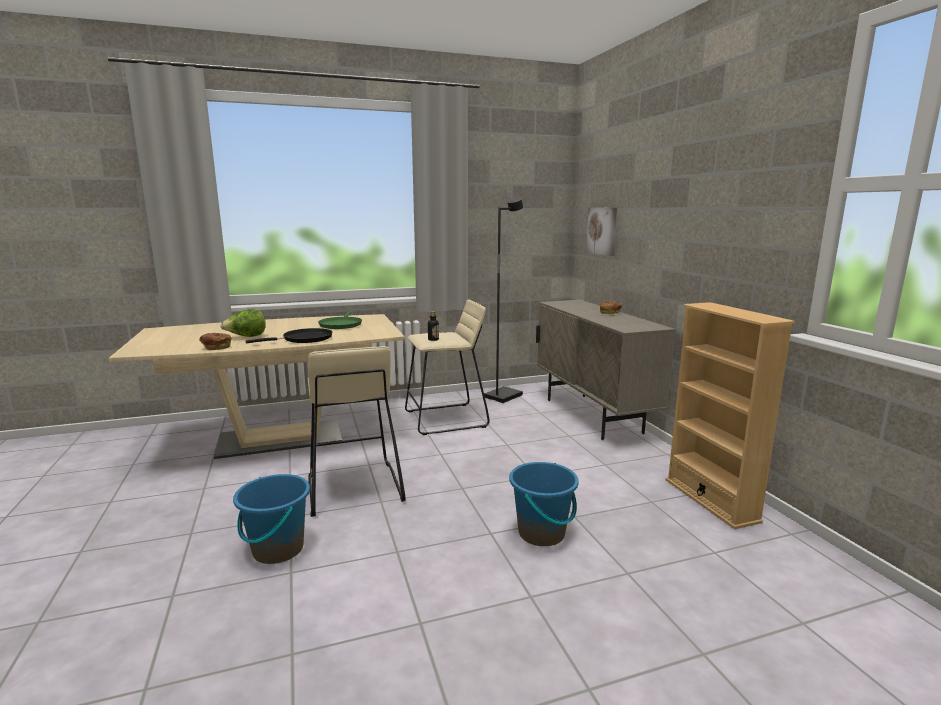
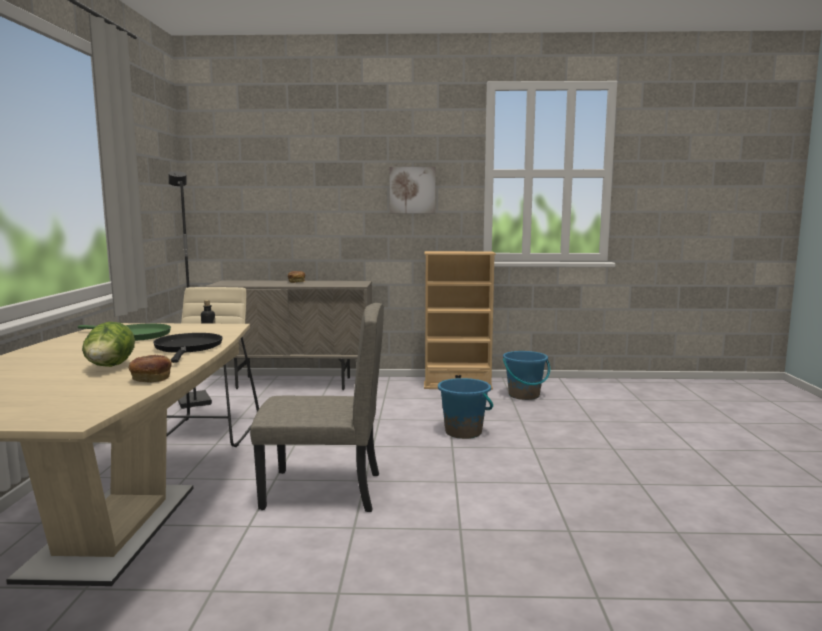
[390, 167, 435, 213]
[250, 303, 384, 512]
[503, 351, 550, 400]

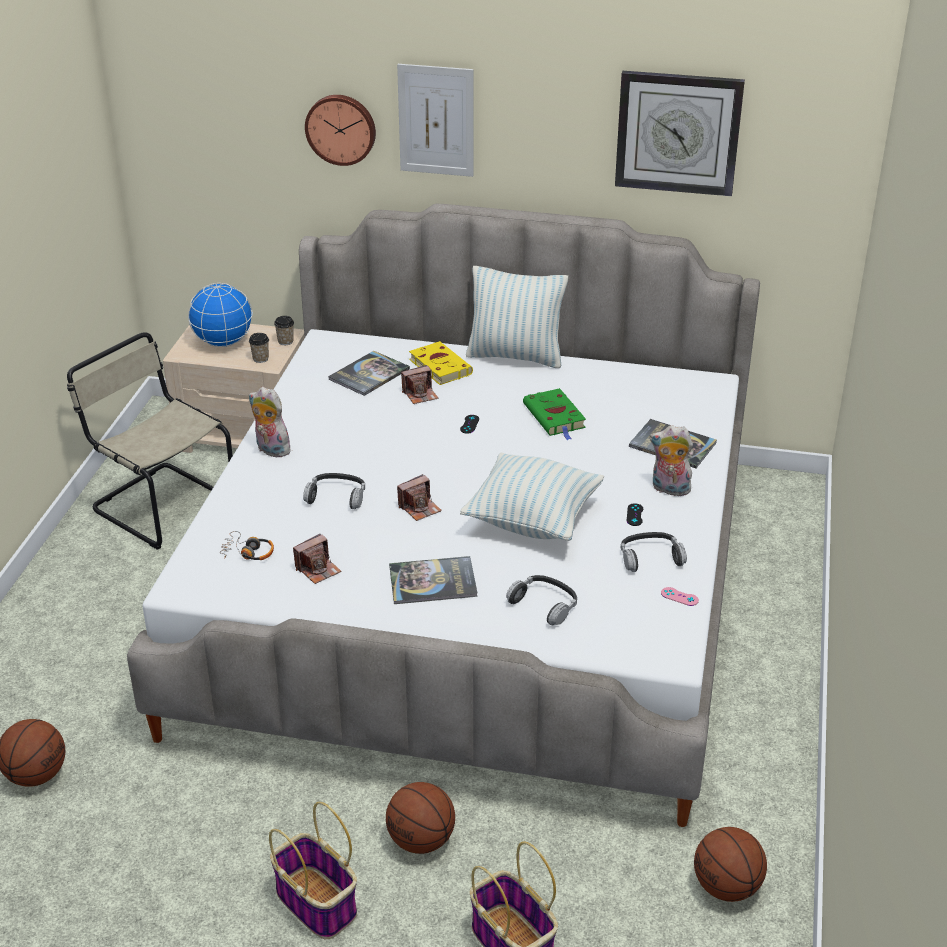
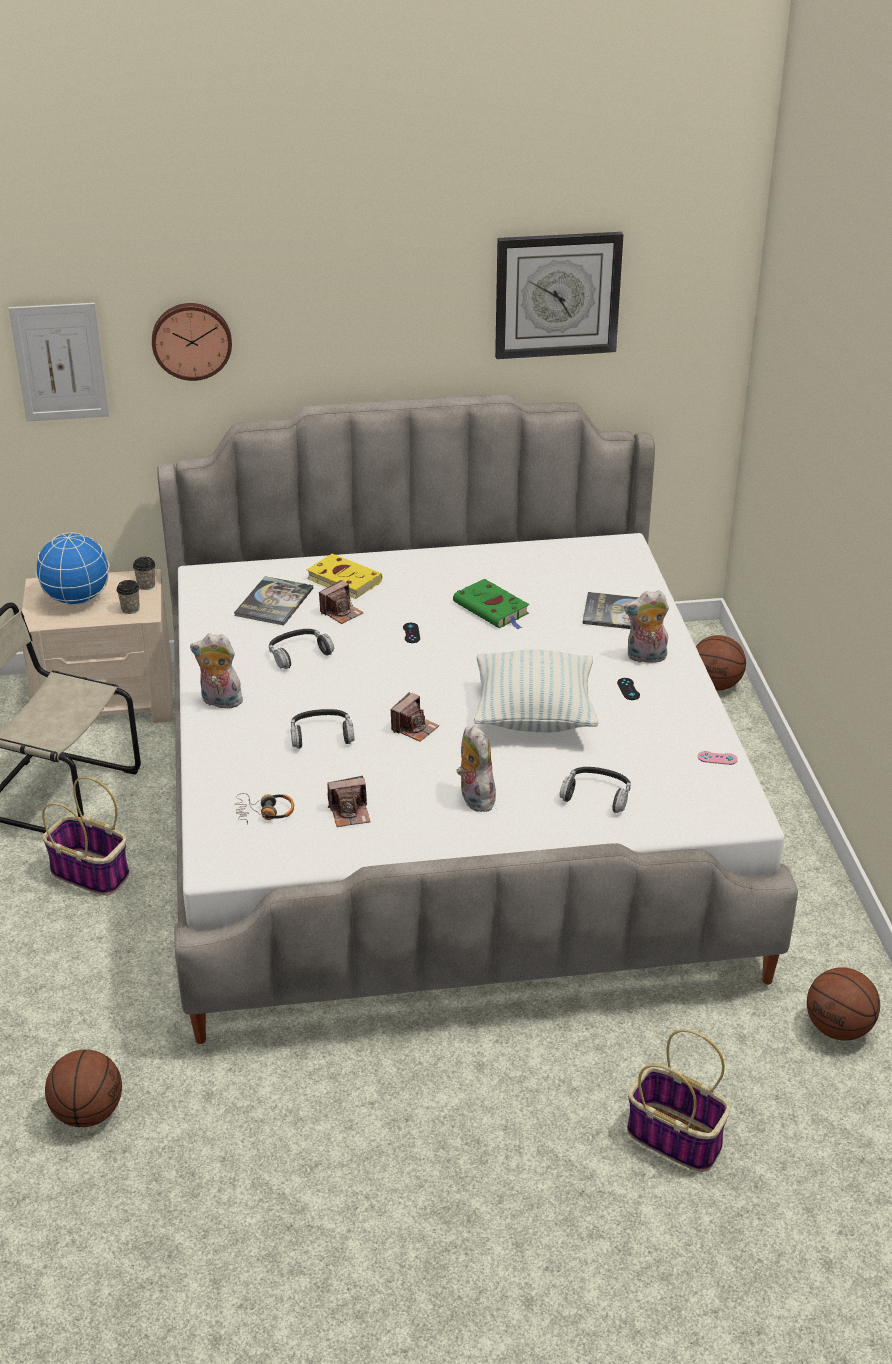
[8, 303, 109, 421]
[466, 266, 568, 368] (first image)
[269, 629, 334, 669]
[327, 776, 371, 827]
[456, 725, 499, 812]
[696, 635, 746, 690]
[42, 776, 129, 895]

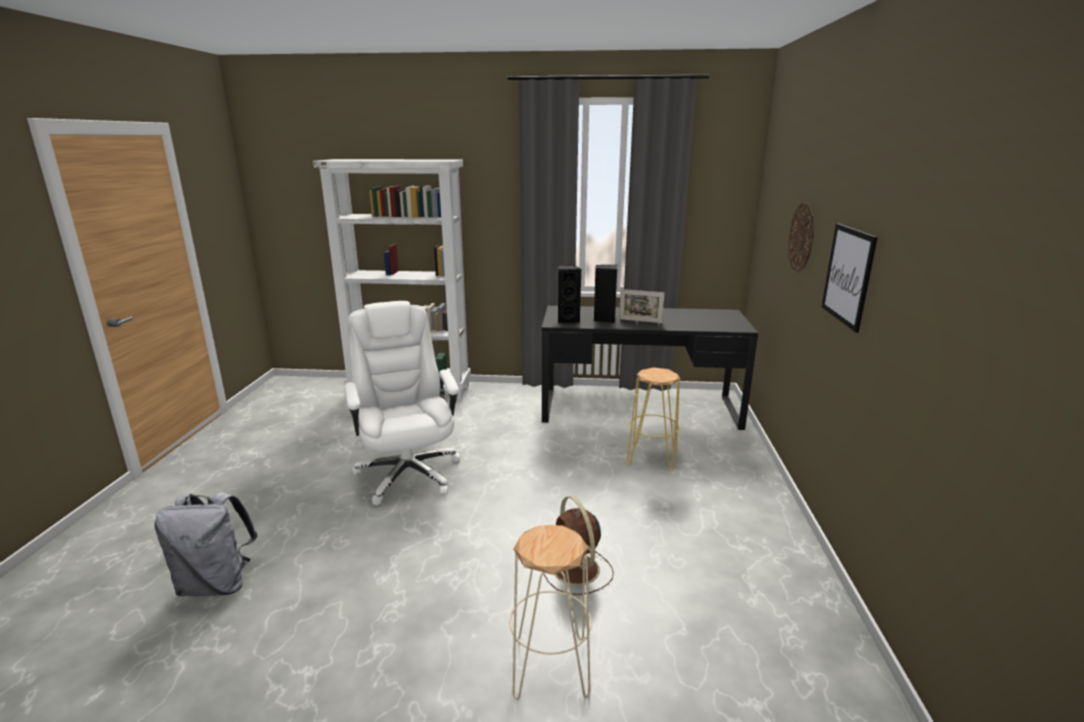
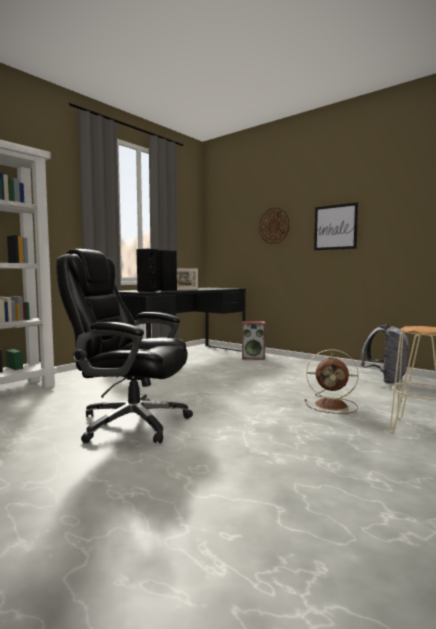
[56, 249, 193, 443]
[627, 367, 681, 472] (first image)
[361, 324, 409, 384]
[242, 321, 265, 360]

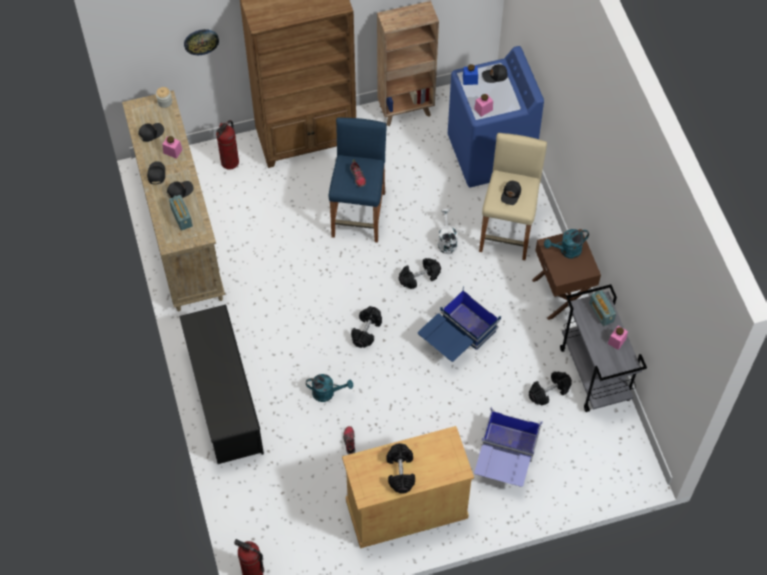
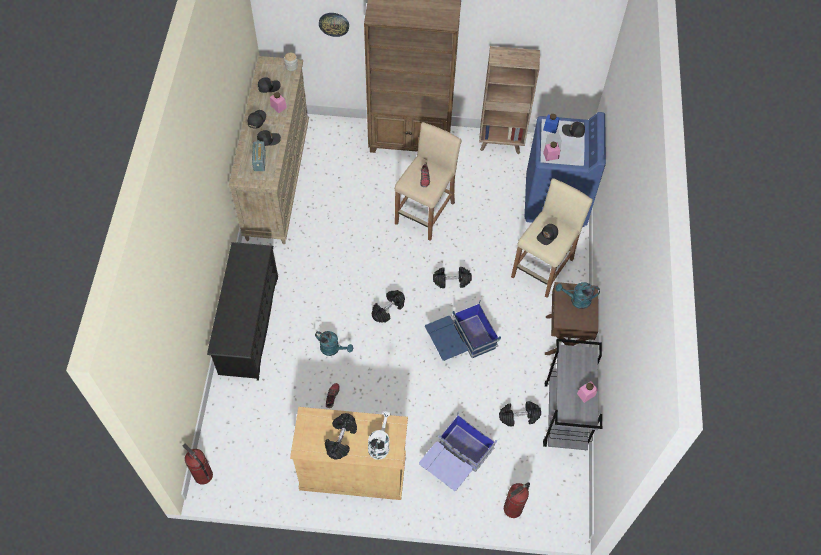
[395, 122, 461, 241]
[504, 482, 530, 518]
[368, 410, 391, 460]
[589, 290, 616, 326] (first image)

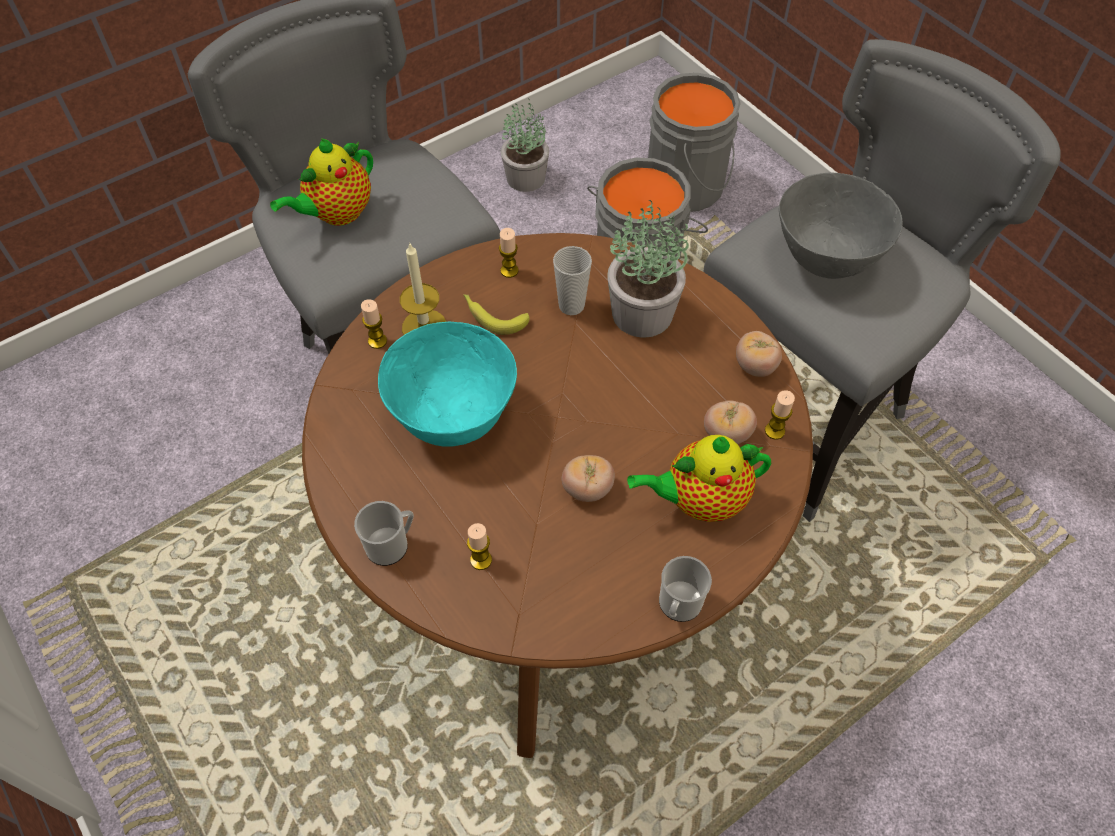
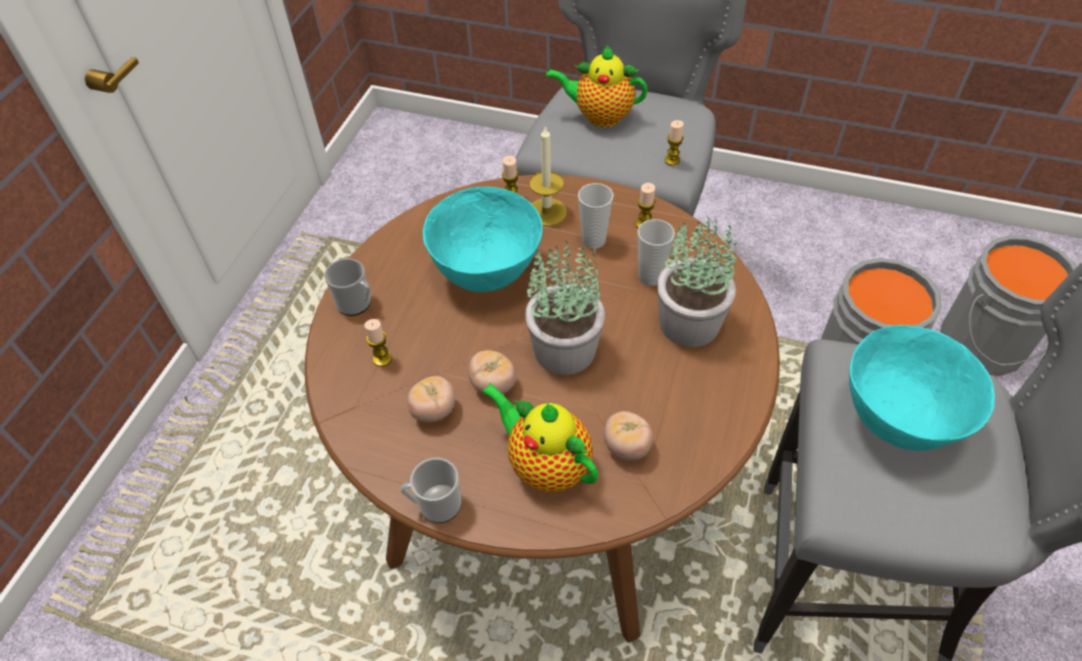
[525, 241, 605, 375]
[849, 325, 995, 451]
[578, 183, 614, 249]
[407, 376, 455, 422]
[665, 120, 684, 166]

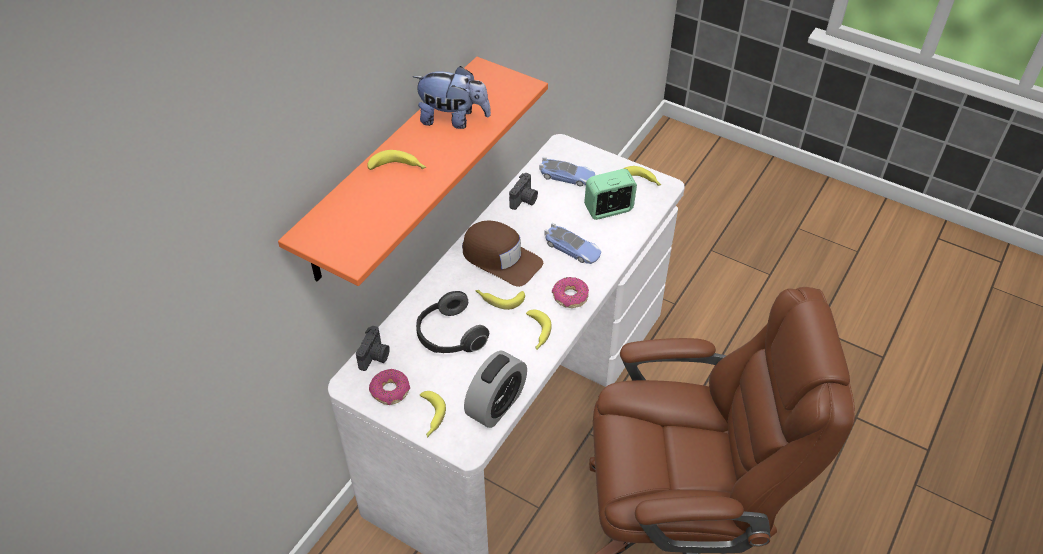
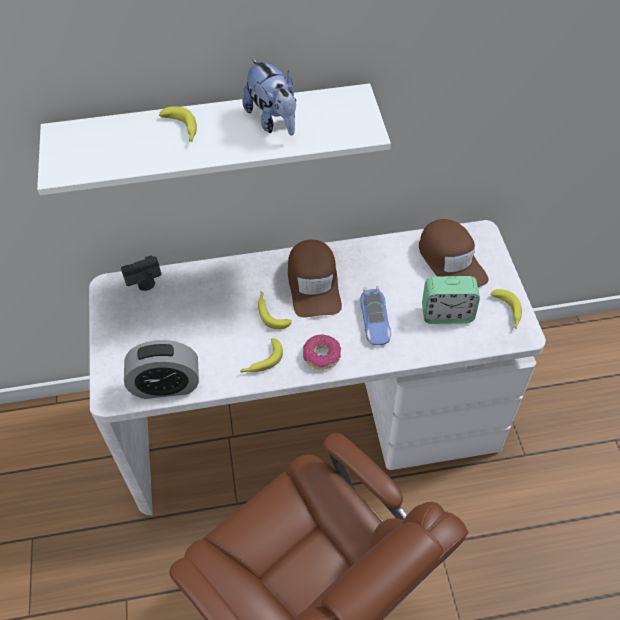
[37, 83, 391, 195]
[419, 219, 488, 287]
[422, 276, 480, 324]
[509, 173, 538, 210] (first image)
[416, 291, 489, 353] (first image)
[369, 369, 410, 405] (first image)
[420, 391, 446, 437] (first image)

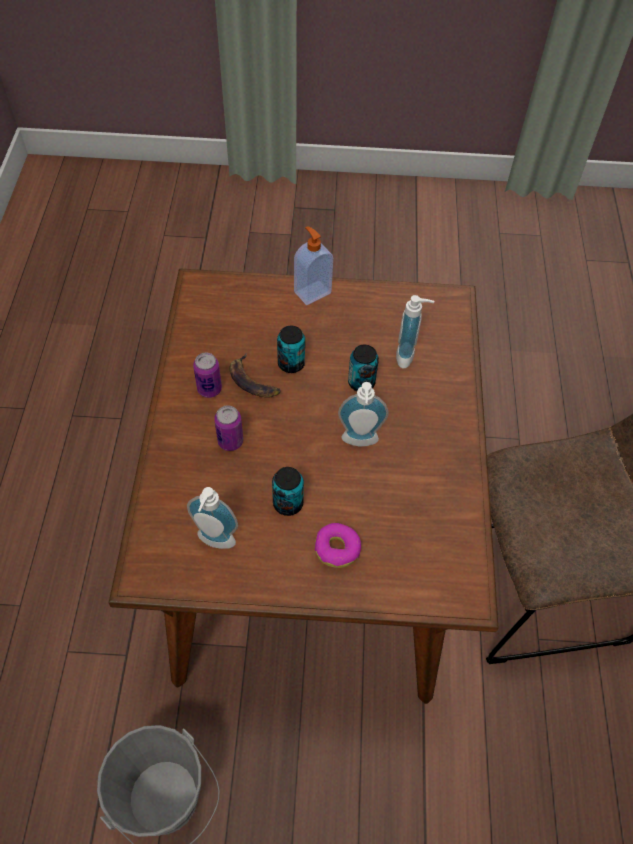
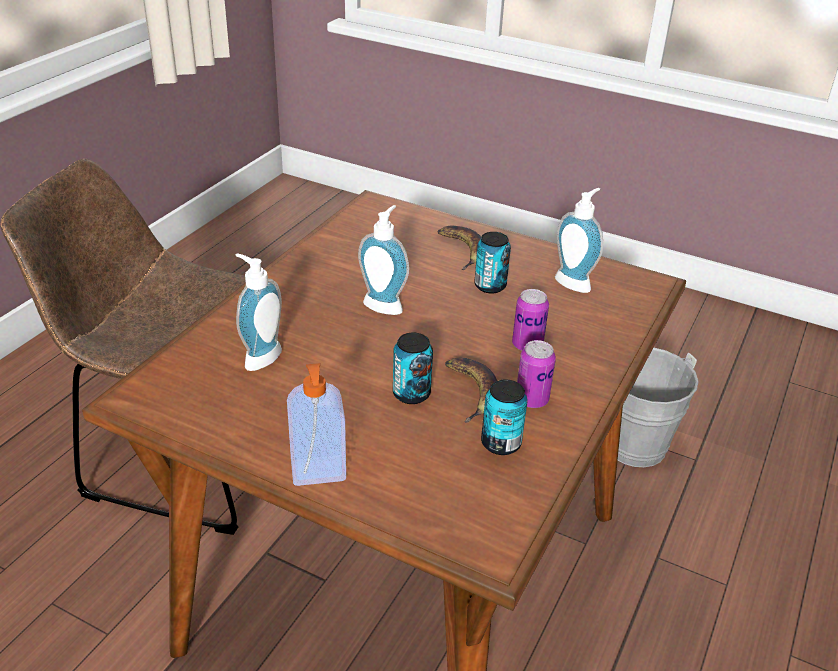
[481, 380, 527, 455]
[437, 226, 481, 270]

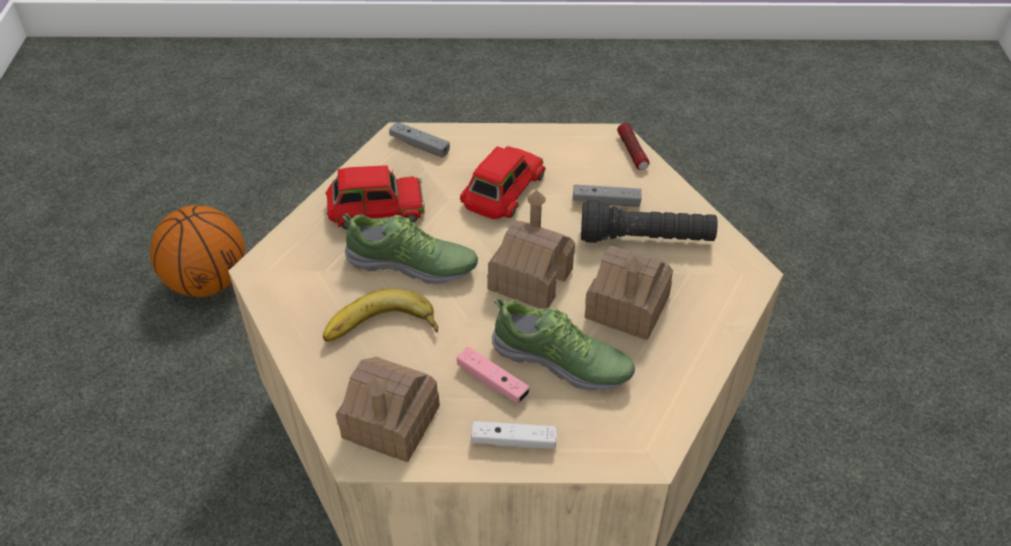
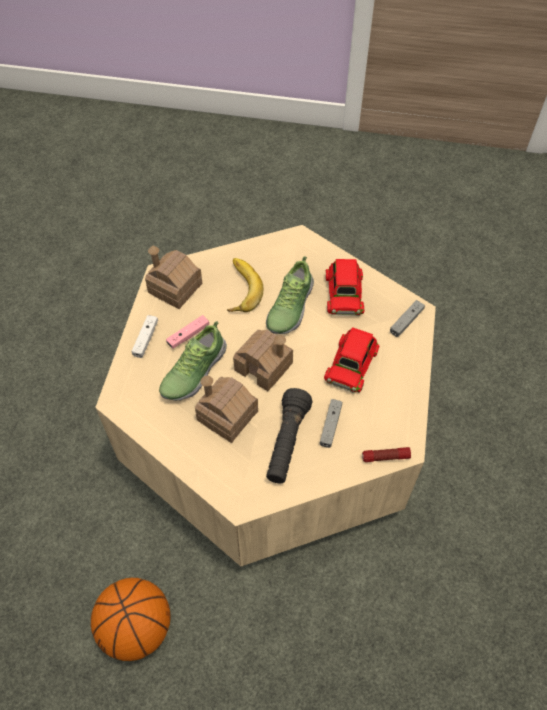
[324, 327, 380, 394]
[91, 578, 171, 661]

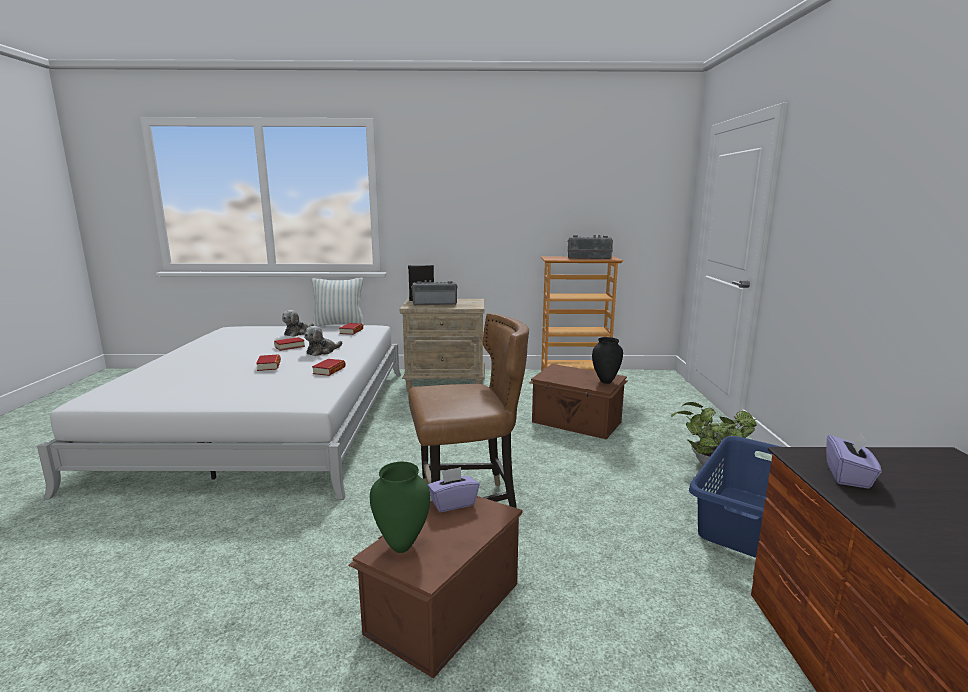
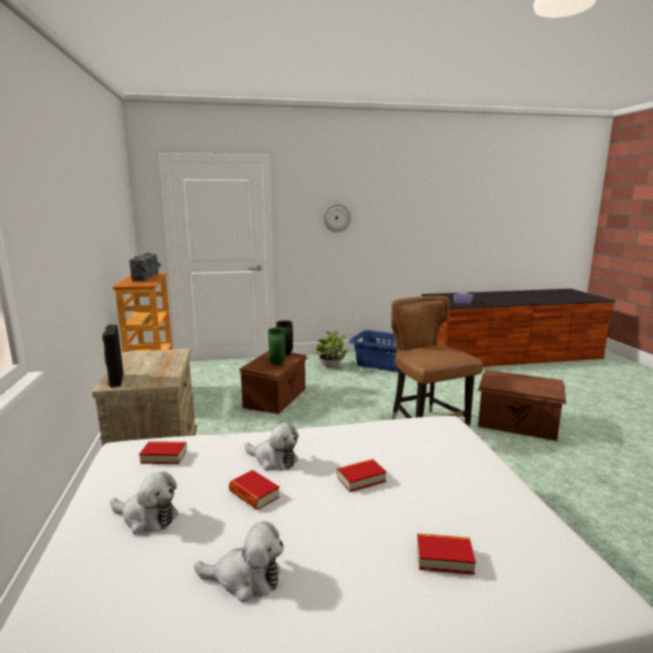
[312, 278, 365, 326] (first image)
[411, 280, 458, 305] (first image)
[417, 534, 476, 575]
[268, 328, 286, 365]
[428, 467, 479, 512] (first image)
[323, 203, 351, 232]
[194, 521, 283, 602]

